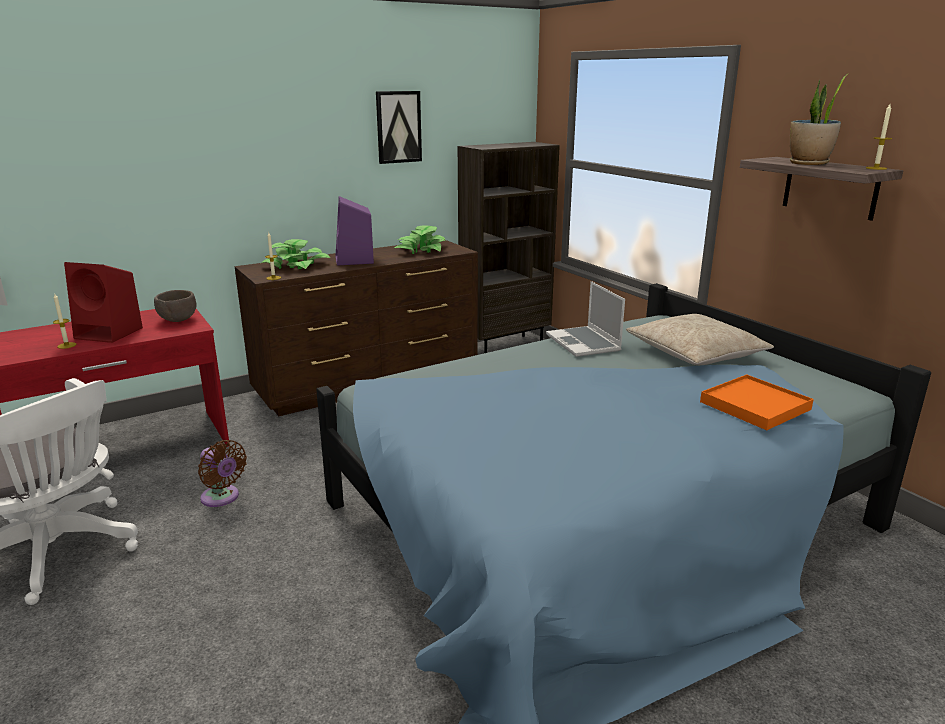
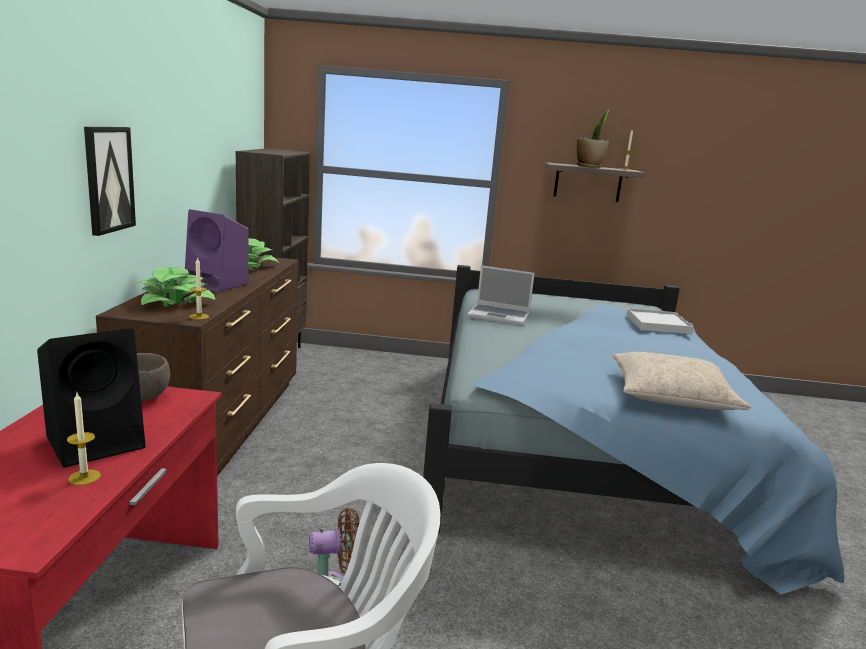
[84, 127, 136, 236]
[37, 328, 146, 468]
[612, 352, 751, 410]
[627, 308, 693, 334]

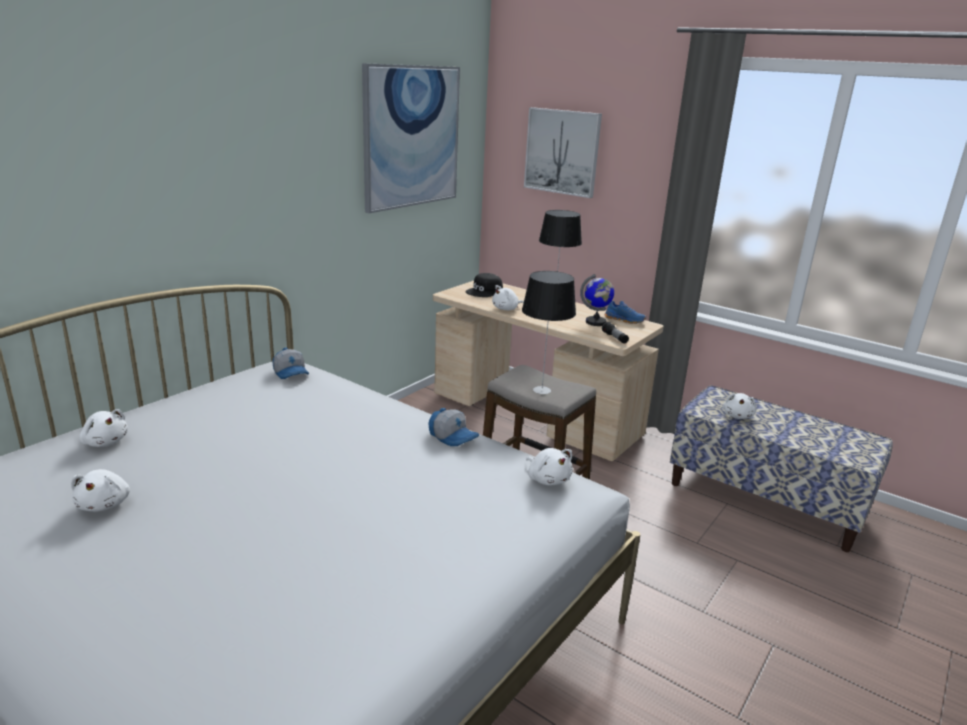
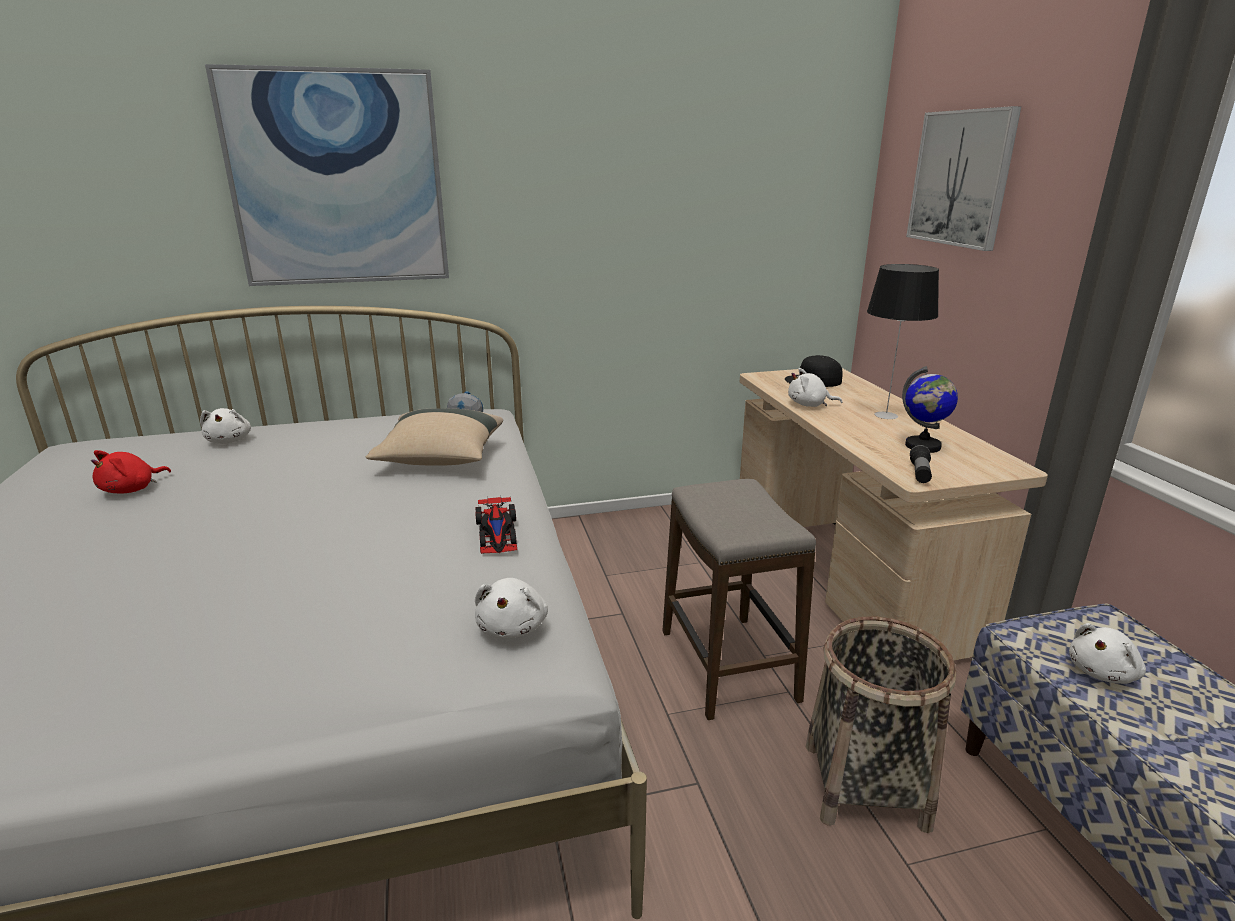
[205, 64, 449, 286]
[522, 271, 576, 394] (first image)
[605, 301, 646, 324] (first image)
[476, 496, 517, 553]
[91, 450, 171, 493]
[366, 408, 503, 466]
[806, 616, 956, 833]

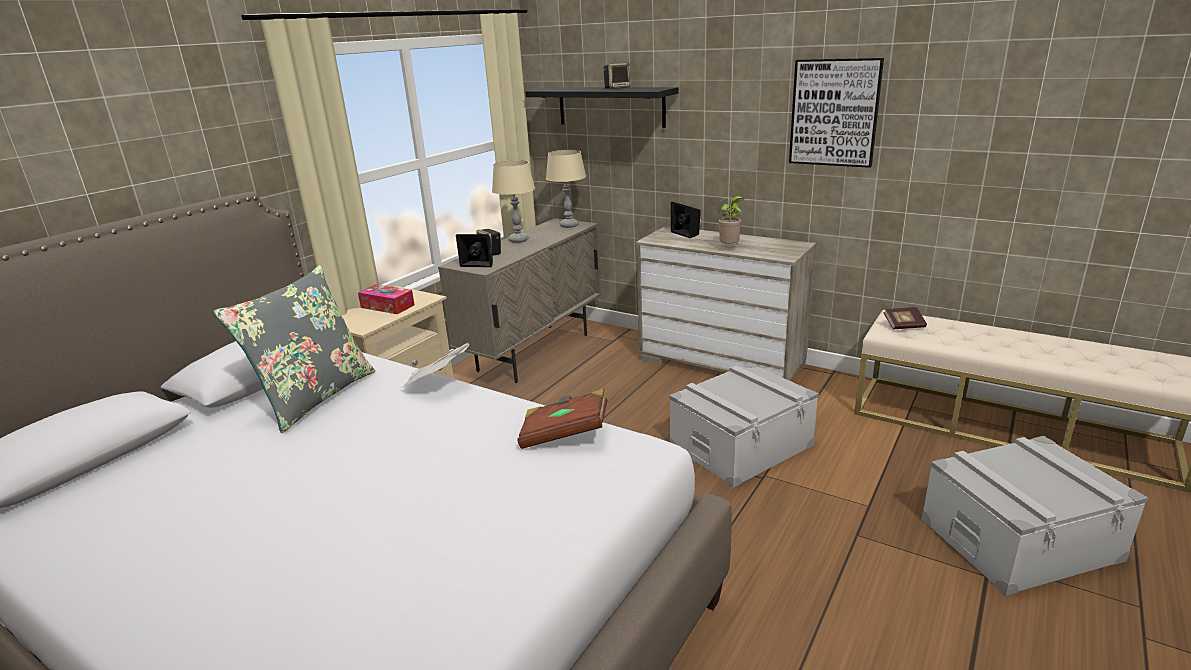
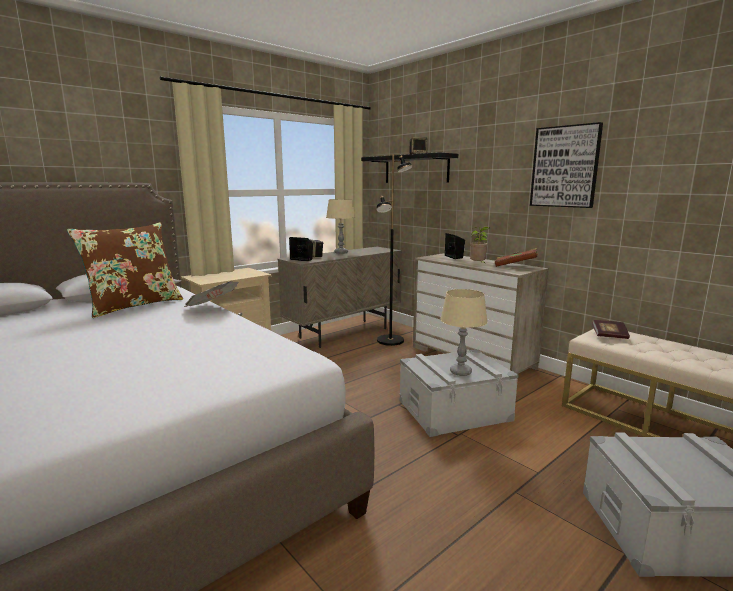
[440, 289, 487, 376]
[67, 222, 183, 318]
[358, 284, 414, 314] (first image)
[495, 248, 538, 267]
[376, 154, 413, 346]

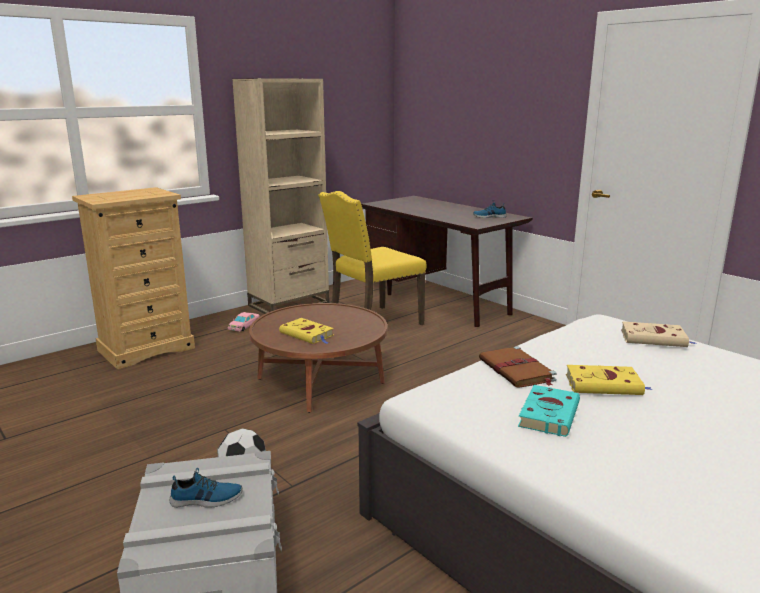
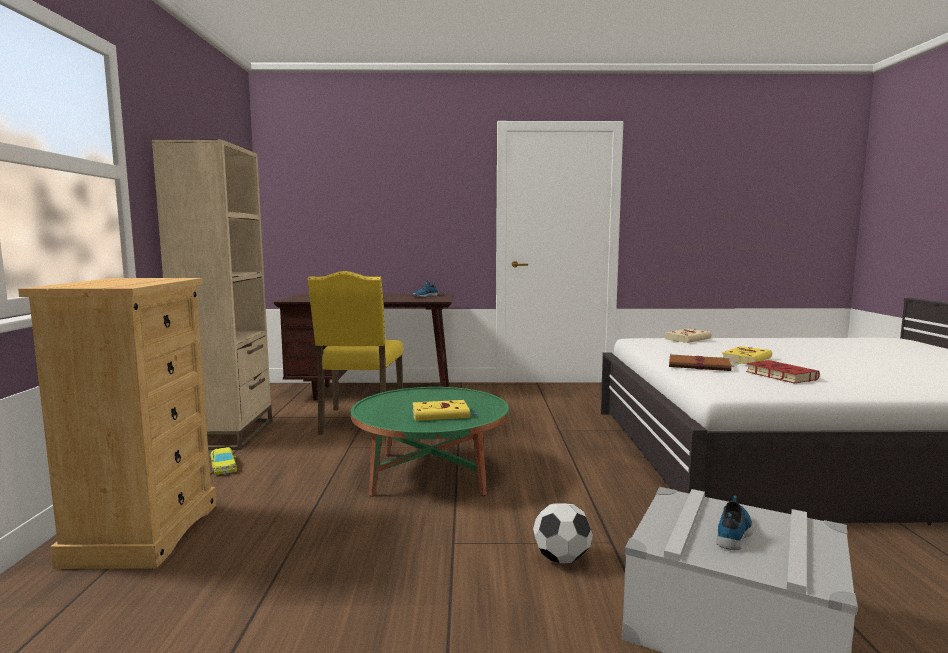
[351, 387, 509, 497]
[210, 447, 237, 475]
[746, 360, 820, 384]

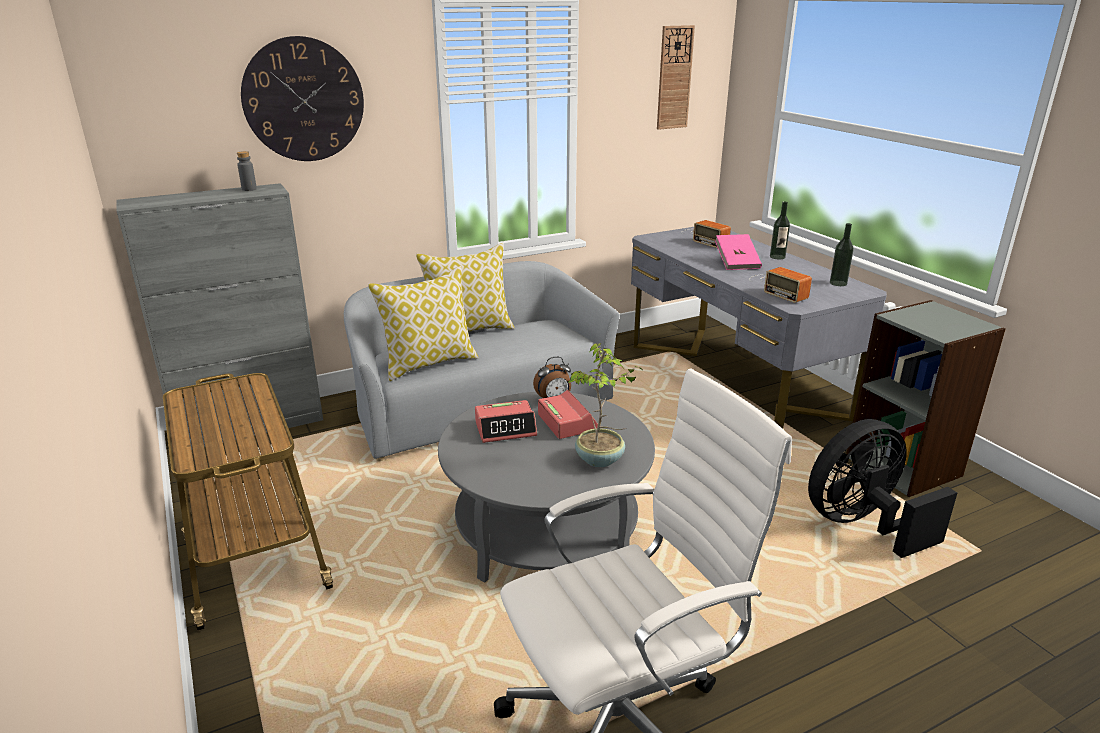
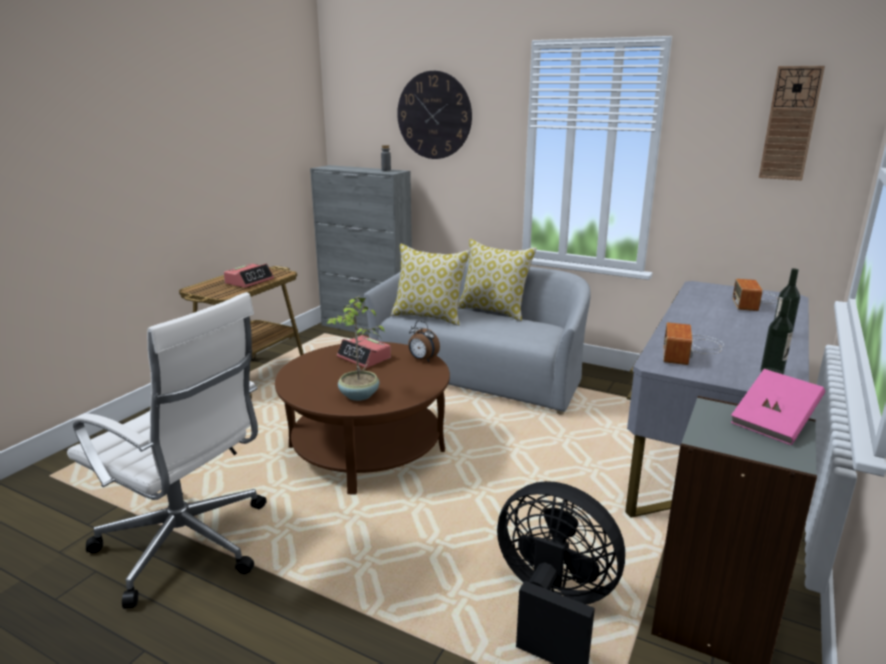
[731, 369, 825, 445]
[224, 264, 274, 288]
[275, 342, 450, 495]

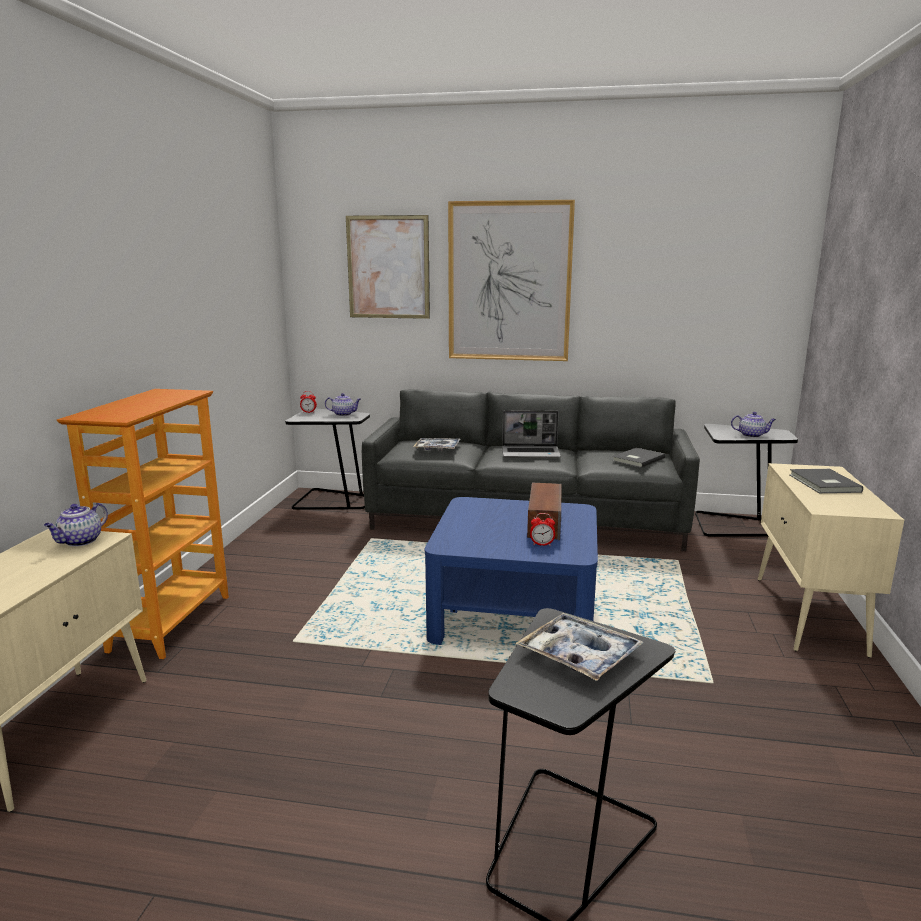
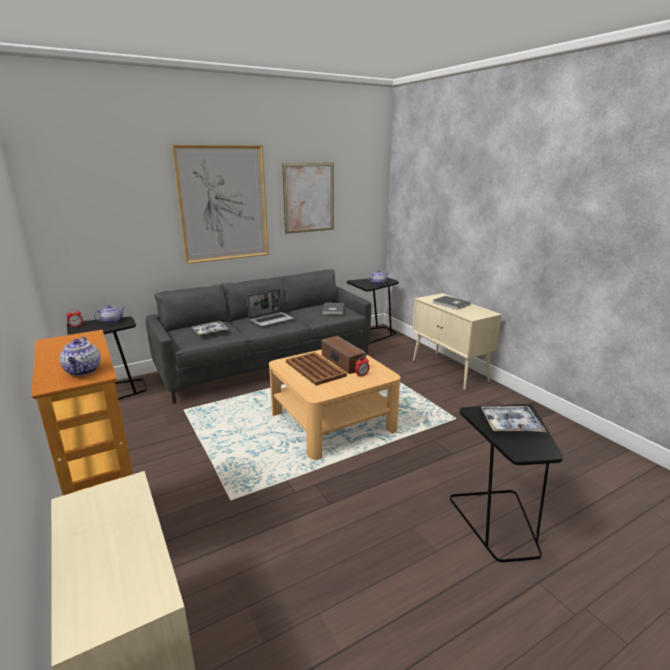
[282, 163, 334, 234]
[269, 349, 400, 460]
[60, 337, 101, 376]
[286, 352, 347, 386]

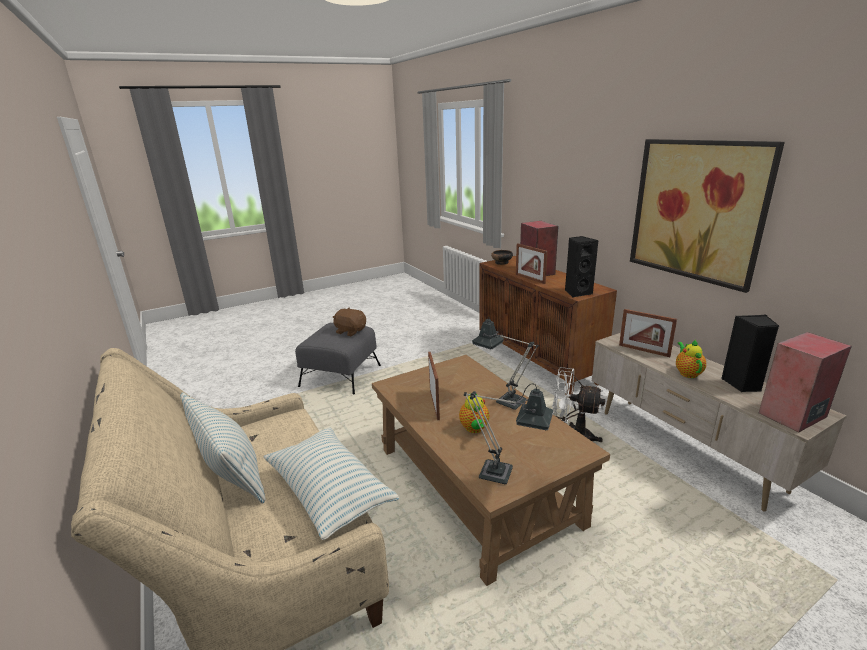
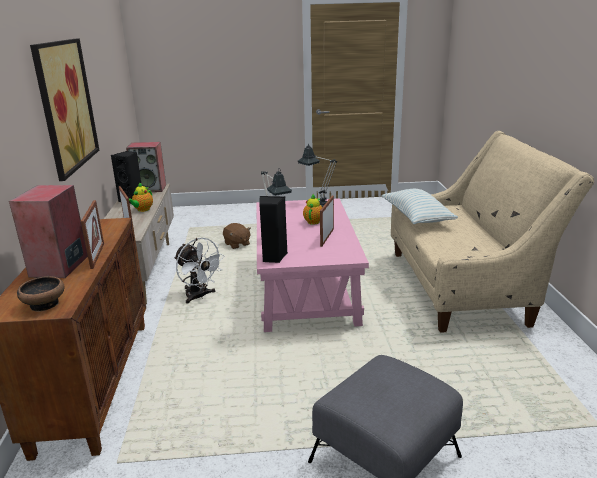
[259, 196, 287, 263]
[223, 223, 251, 249]
[257, 198, 369, 332]
[180, 393, 266, 504] (first image)

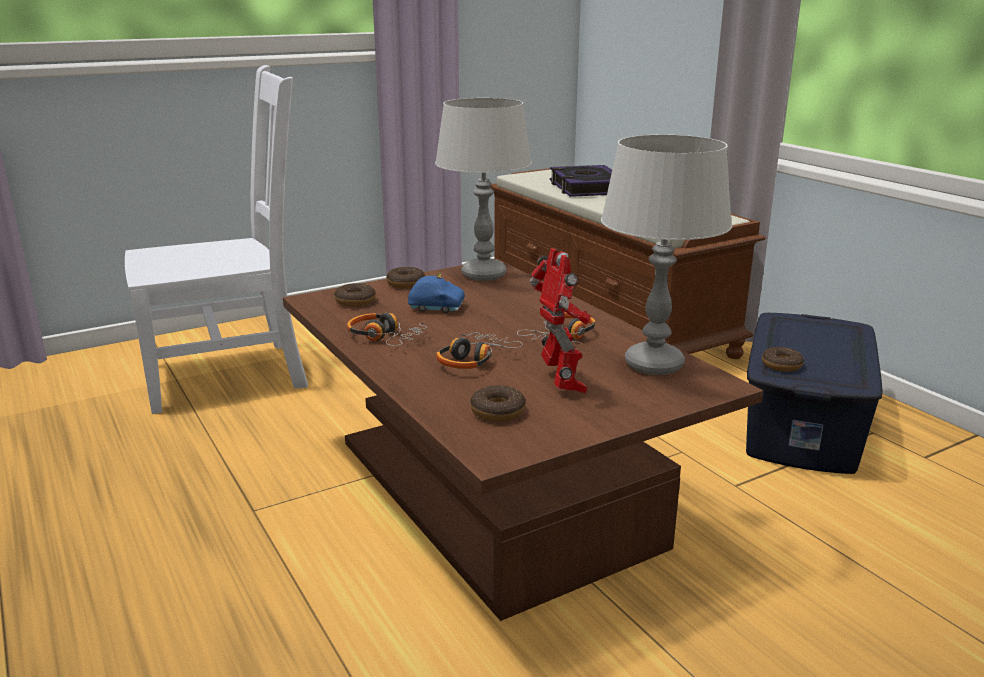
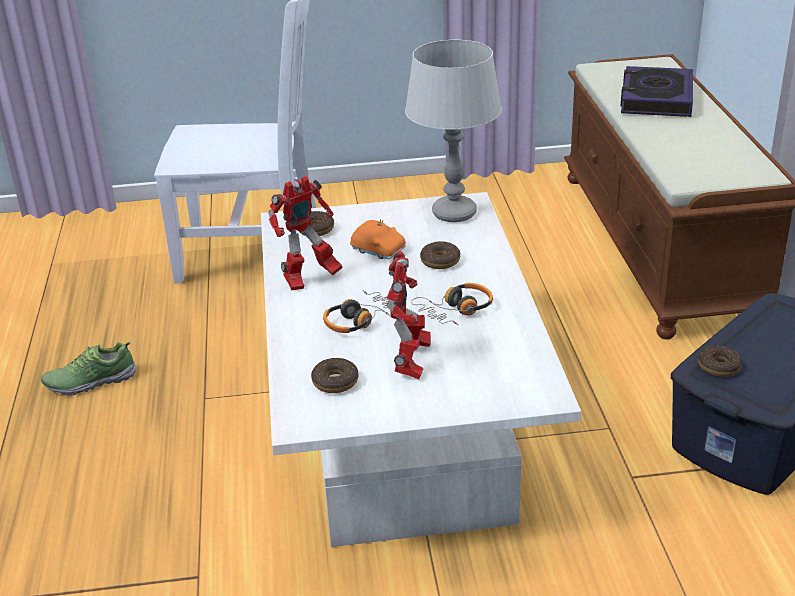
[601, 135, 732, 375] (first image)
[261, 192, 581, 547]
[420, 241, 460, 269]
[350, 219, 406, 259]
[268, 175, 343, 291]
[41, 342, 136, 396]

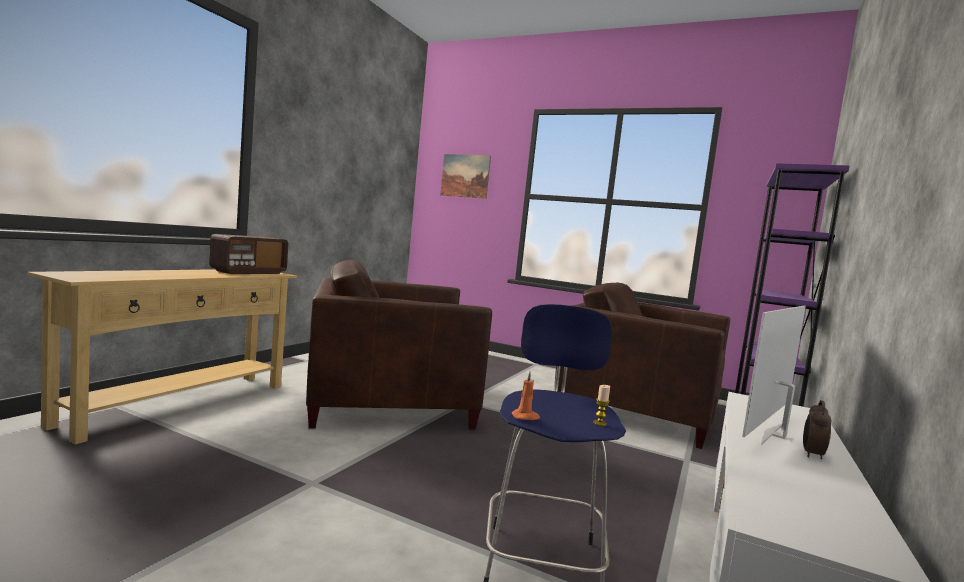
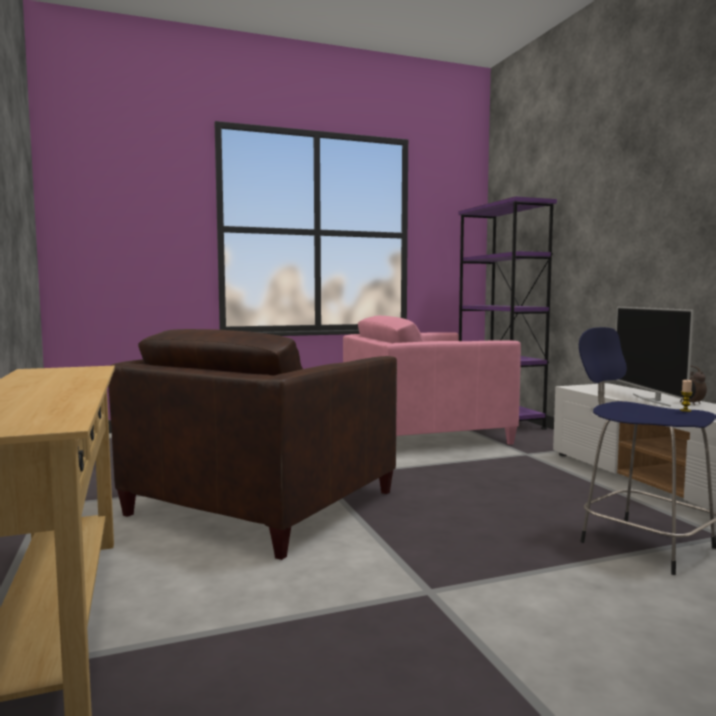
[440, 154, 491, 199] (first image)
[209, 234, 289, 274] (first image)
[343, 316, 521, 445]
[511, 371, 540, 420] (first image)

